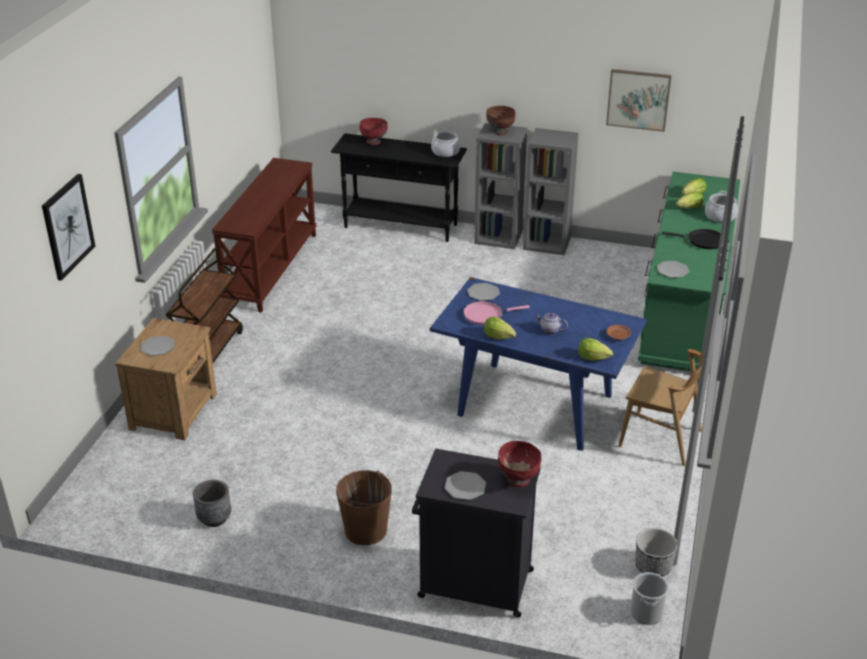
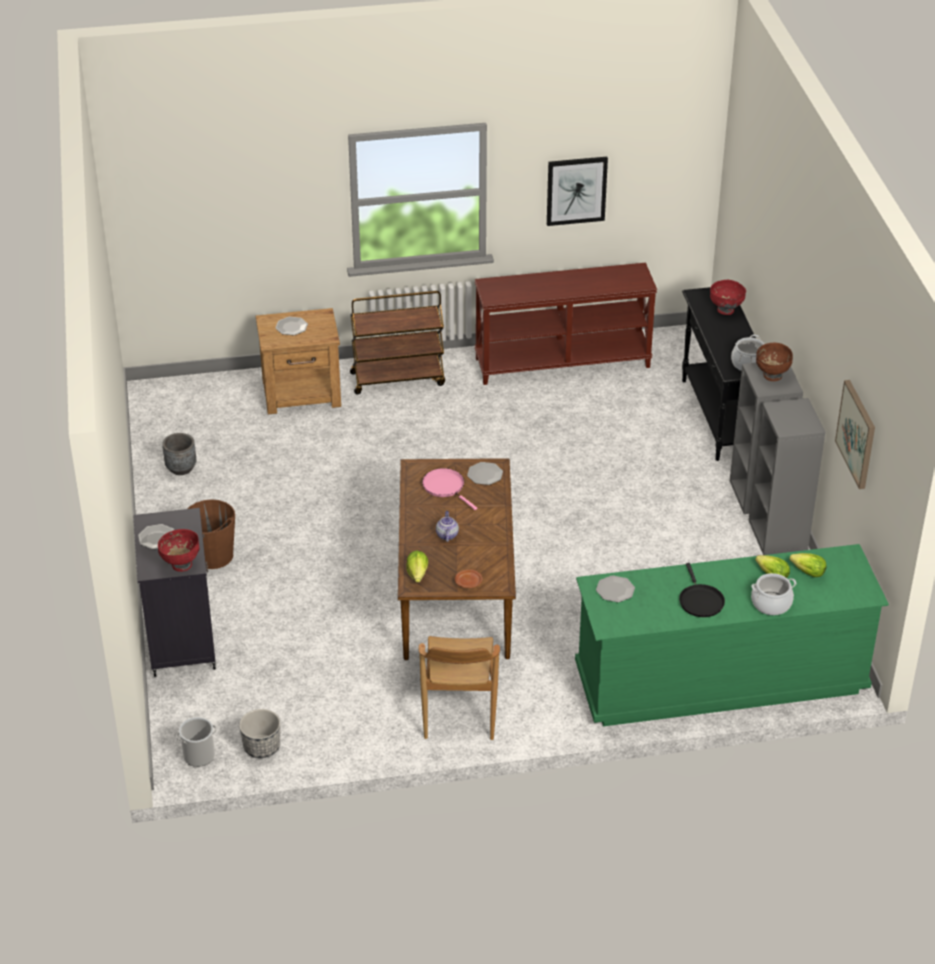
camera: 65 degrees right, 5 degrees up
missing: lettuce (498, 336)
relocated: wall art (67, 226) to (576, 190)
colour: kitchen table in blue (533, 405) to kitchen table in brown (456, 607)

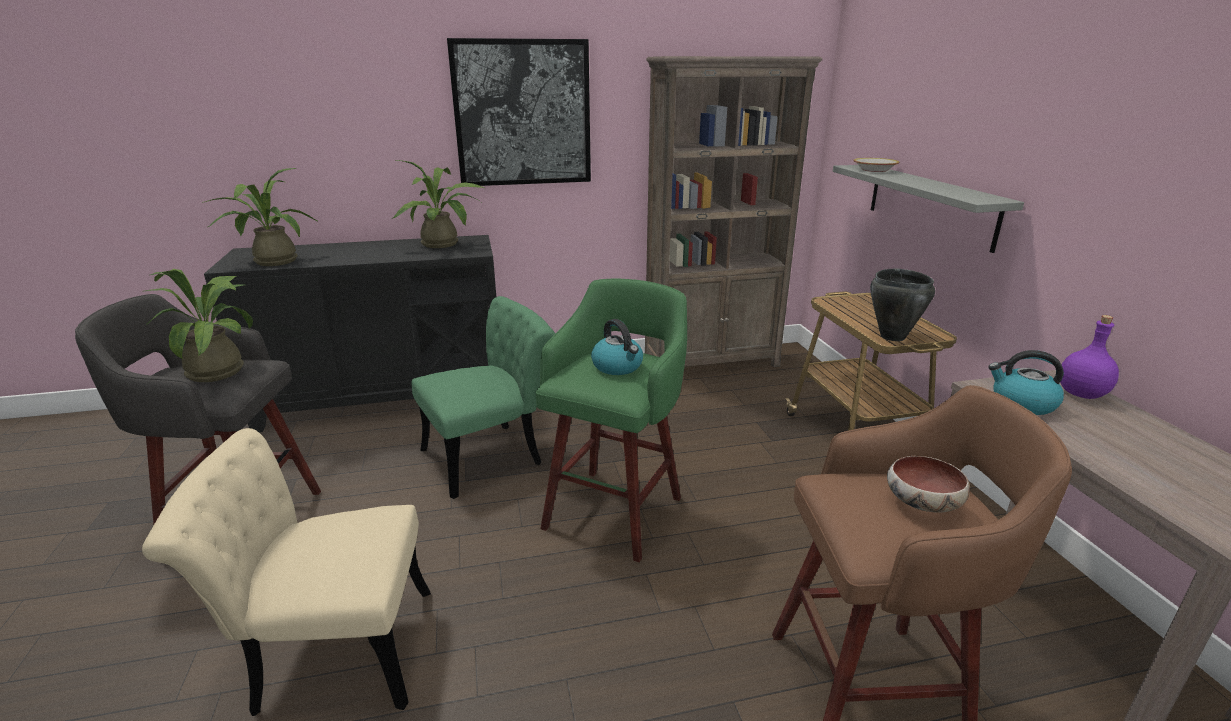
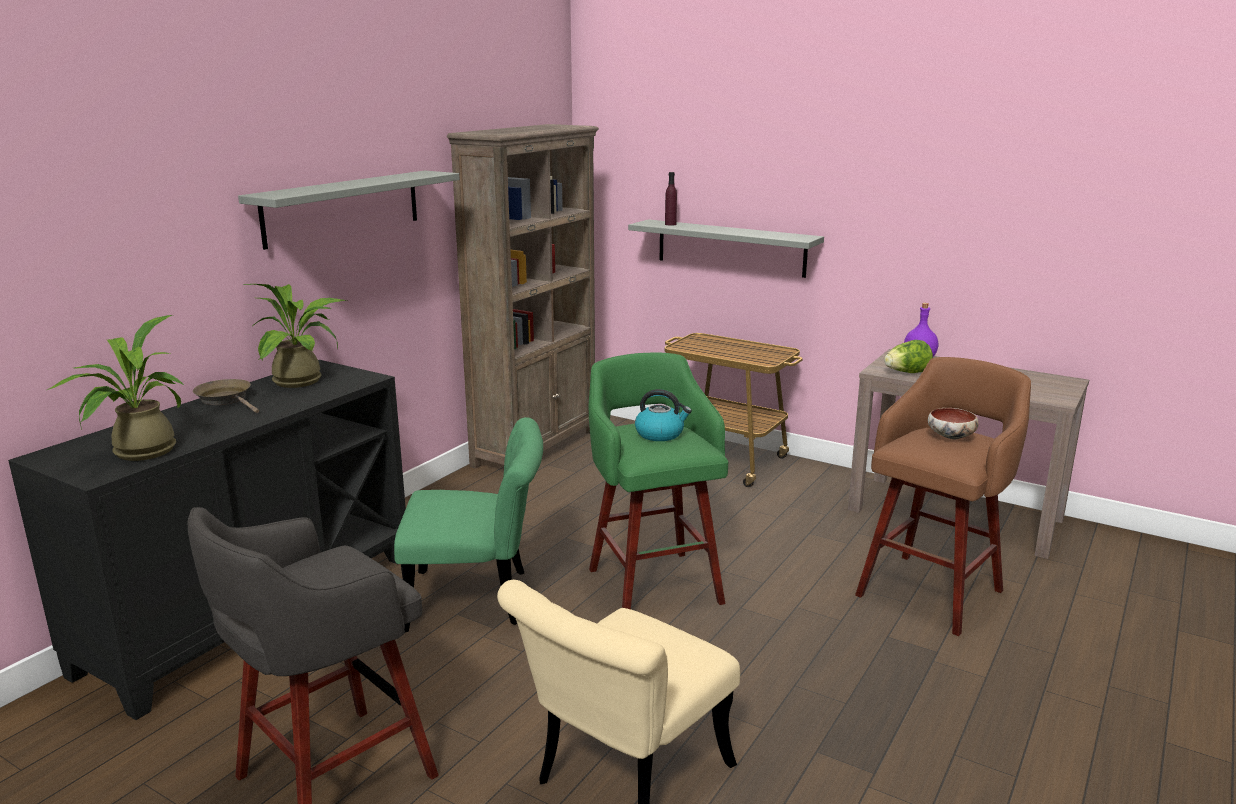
camera: 45 degrees left, 5 degrees down
missing: houseplant (221, 369); saucepot in black (892, 337)
appeared: frying pan in brown (226, 399)
exchanged: wall art (522, 114) to wall shelf in gray (343, 207); serving bowl (874, 170) to drink bottle in purplish (670, 224); water kettle (1022, 403) to lettuce (907, 373)
spun: plain chair in greenish (492, 455) = (479, 599) 75 degrees clockwise

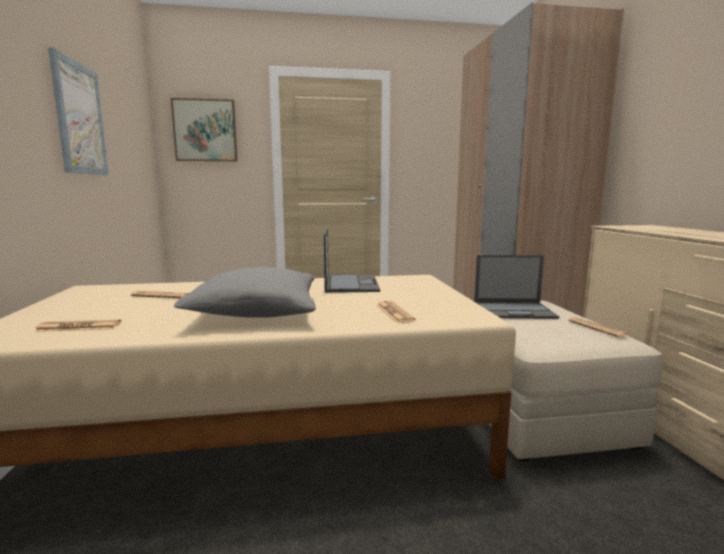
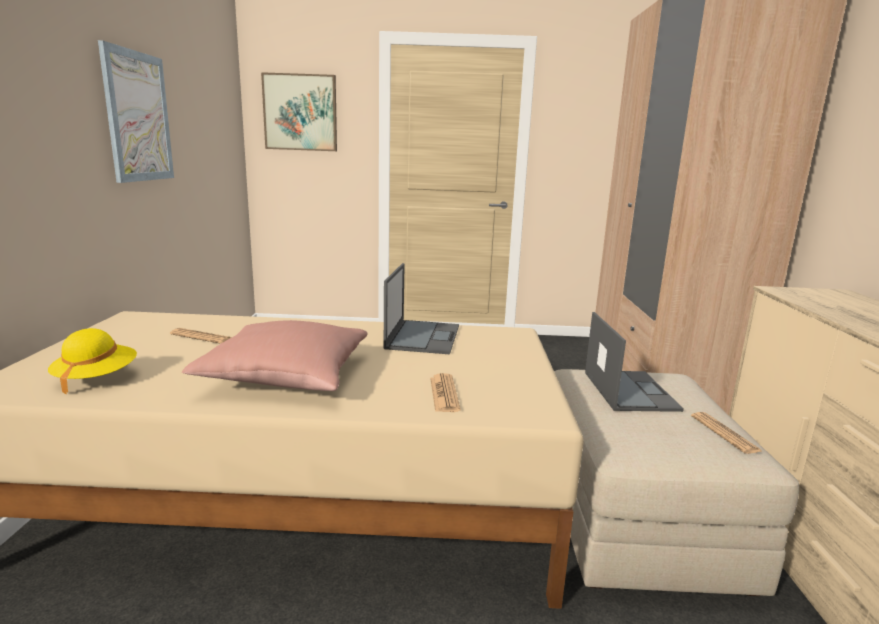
camera: 10 degrees right, 5 degrees up
exchanged: daily paper (79, 327) to wearable hat in yellowish (96, 378)
colour: pillow in gray (255, 313) to pillow in pinkish (286, 376)
spun: portable computer (514, 311) = (629, 390) 105 degrees counterclockwise

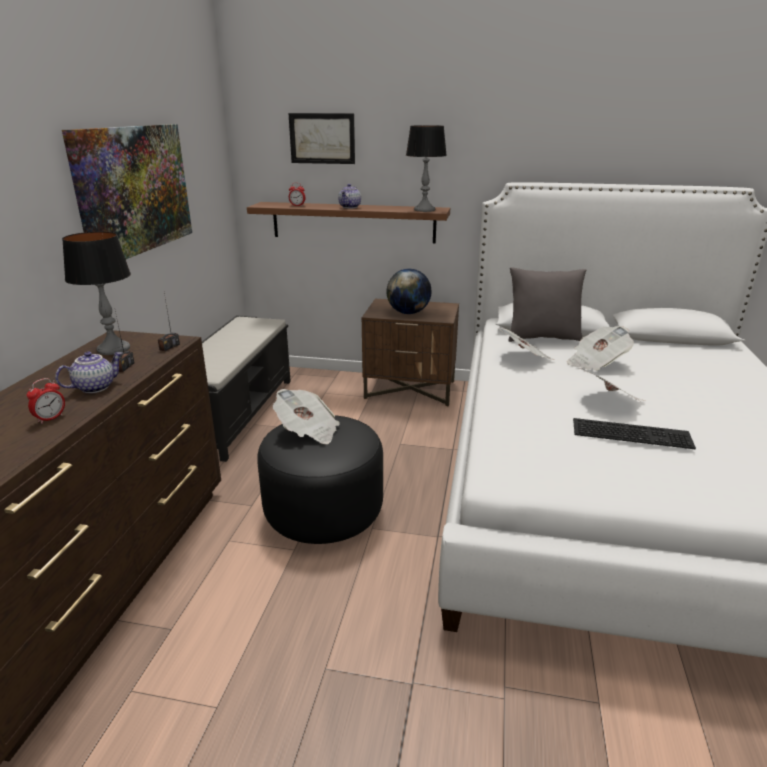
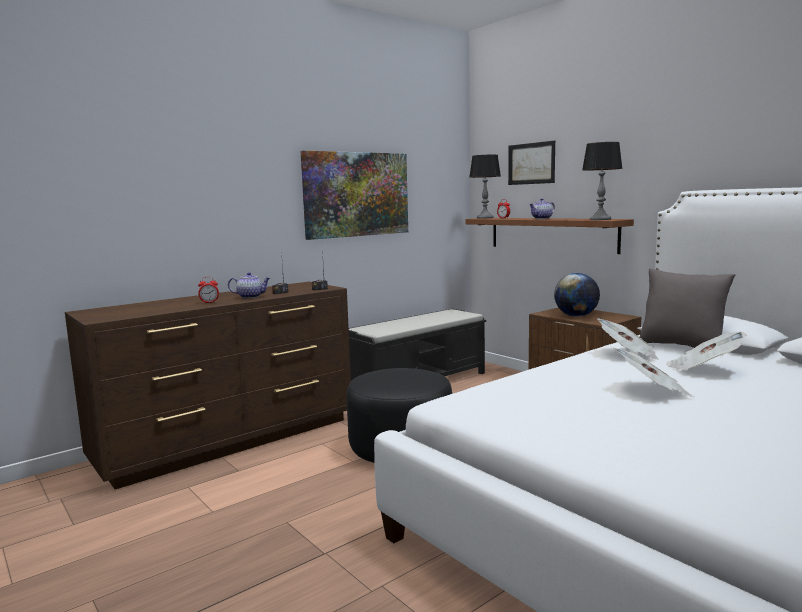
camera: 40 degrees right, 15 degrees down
missing: daily paper (308, 431); computer keyboard (632, 432)
relocated: tabletop lamp (113, 349) to (485, 218)

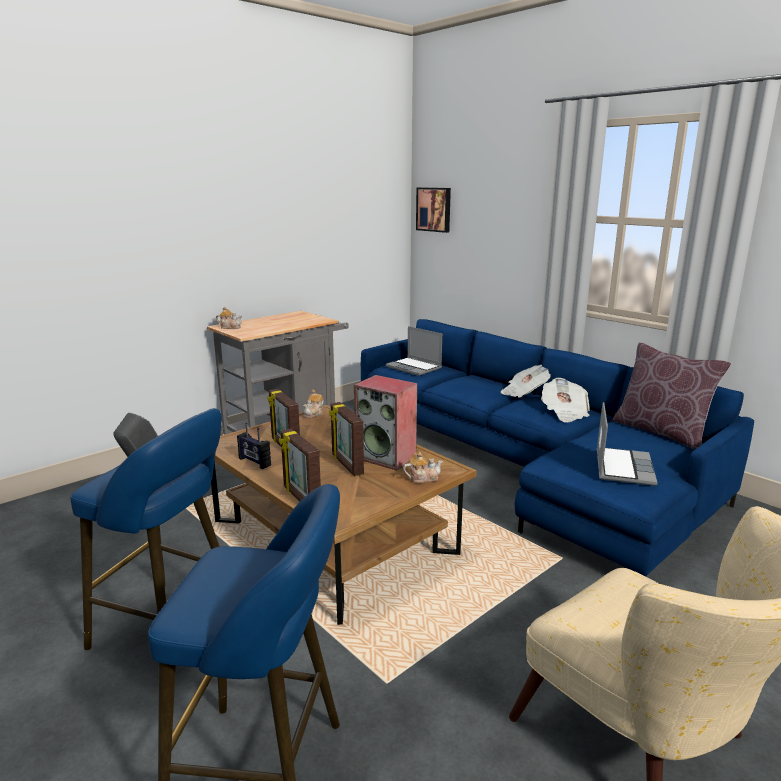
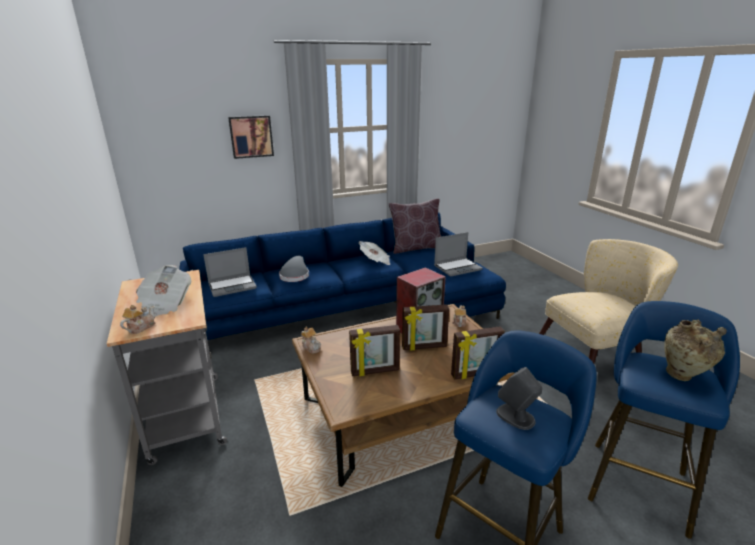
camera: 70 degrees left, 5 degrees up
missing: radio receiver (254, 462)
appeared: wearable hat in gray (295, 275); flower vase in sand-coloured (682, 376)
relocated: daily paper (524, 393) to (164, 305); wall art (434, 209) to (251, 136)
spun: portable computer (622, 467) = (457, 267) 120 degrees clockwise

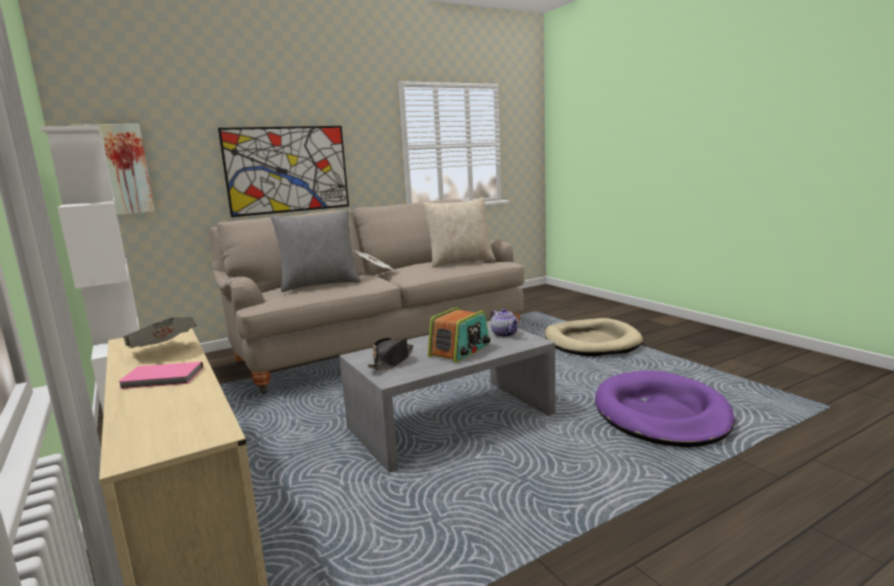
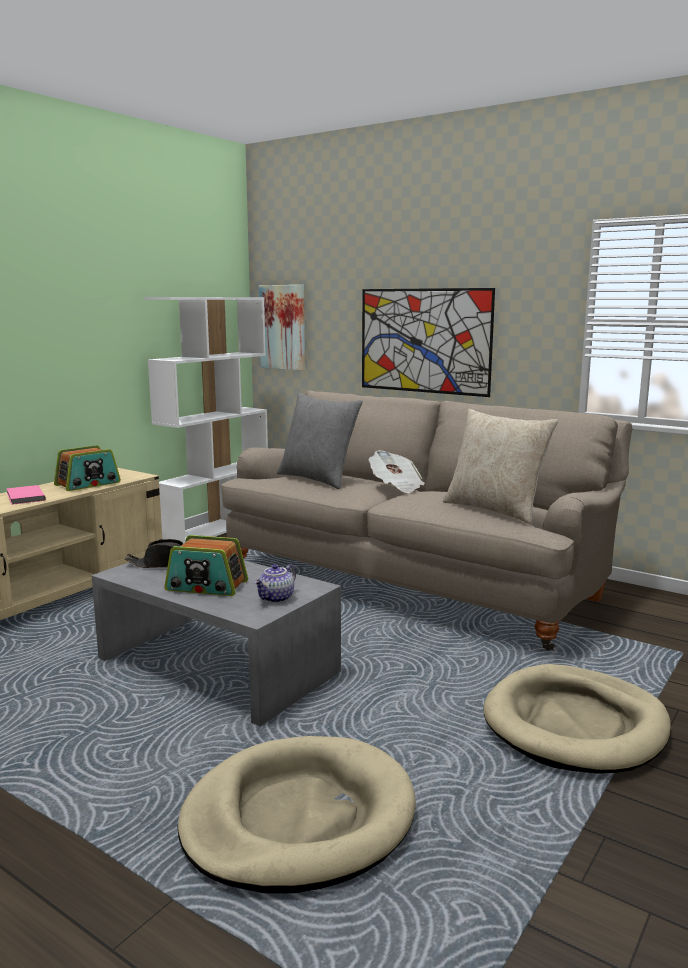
camera: 65 degrees right, 0 degrees up
exchanged: daily paper (164, 351) to radio receiver (88, 484)
colour: pet bed in purplish (661, 414) to pet bed in sand-coloured (298, 819)

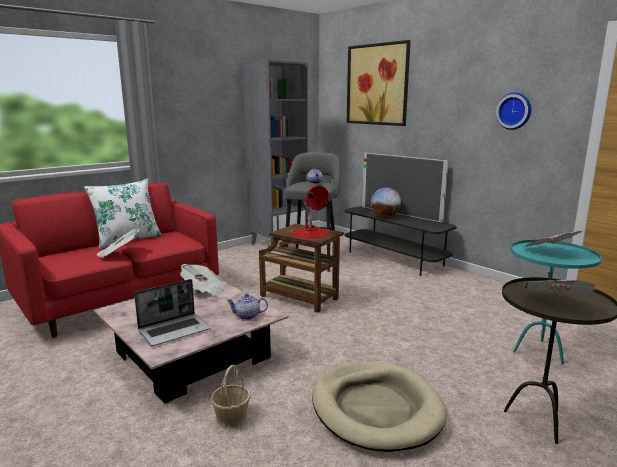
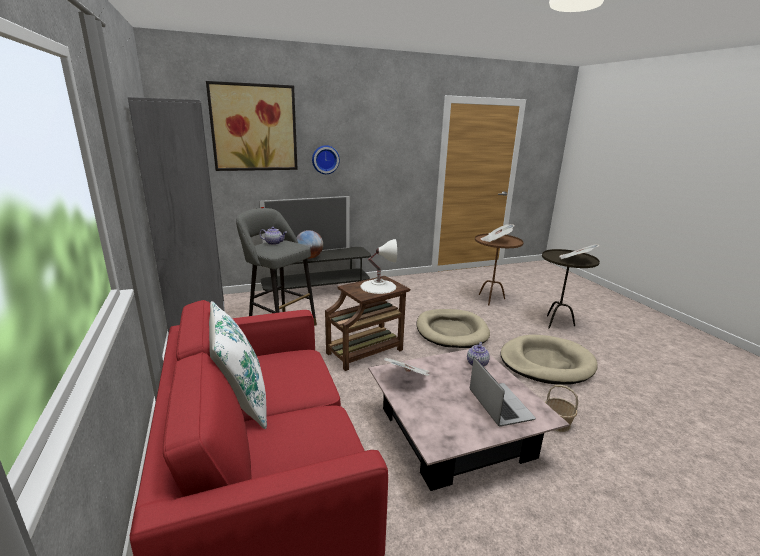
camera: 70 degrees left, 5 degrees up
missing: daily paper (118, 254)
appeared: pet bed in sand-coloured (451, 331)
relocated: hanging clock (514, 111) to (325, 159)
colour: tabletop lamp in red (310, 233) to tabletop lamp in white-coloured (378, 286); side table in turquoise (539, 352) to side table in brown (490, 299)

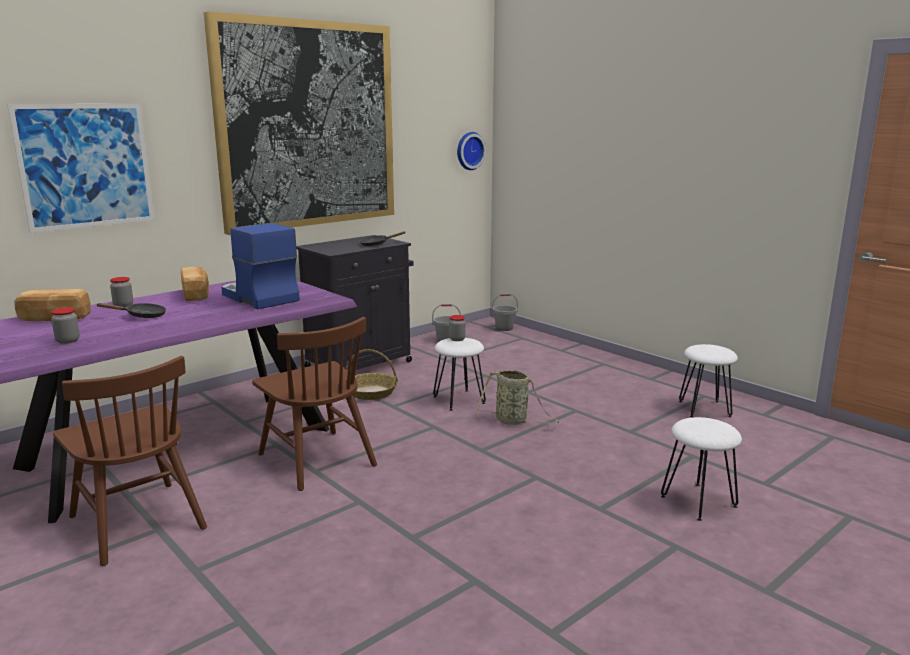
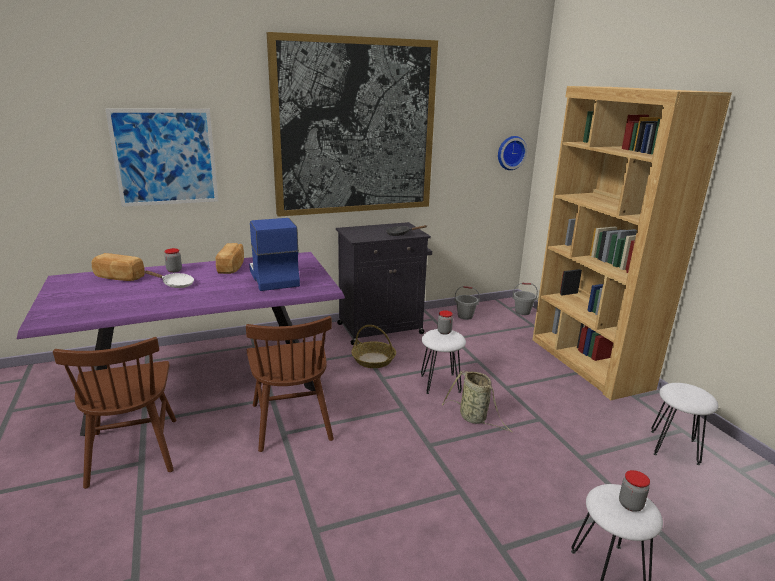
camera: 20 degrees right, 5 degrees up
appeared: shelving unit in brown (588, 363)
relocated: jar (68, 341) to (630, 505)
colour: frying pan in black (142, 316) to frying pan in white-coloured (175, 284)

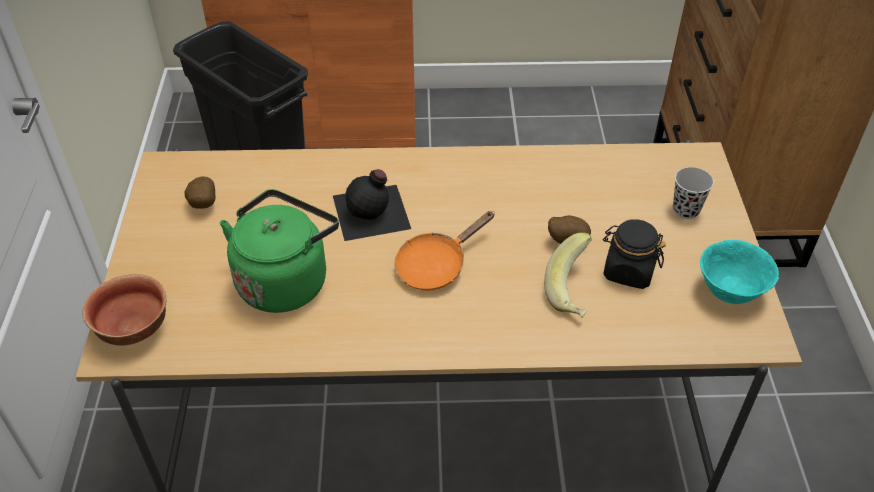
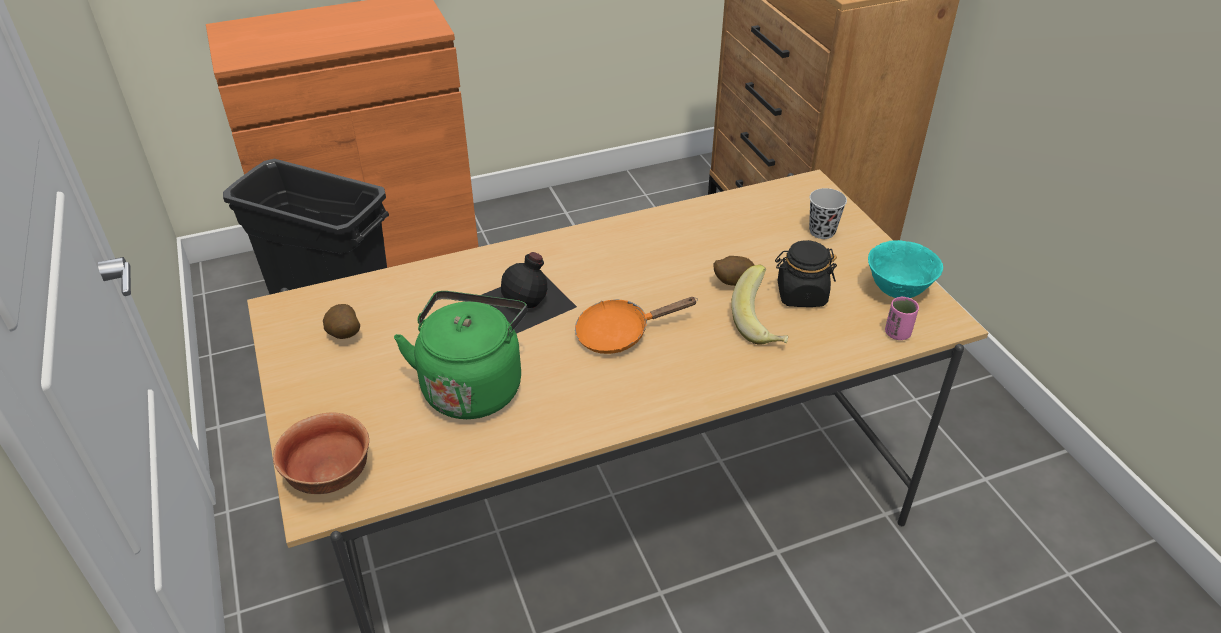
camera: 20 degrees left, 5 degrees down
appeared: small cup in pinkish (897, 333)
spun: frying pan in orange (436, 265) = (620, 333) 45 degrees clockwise

